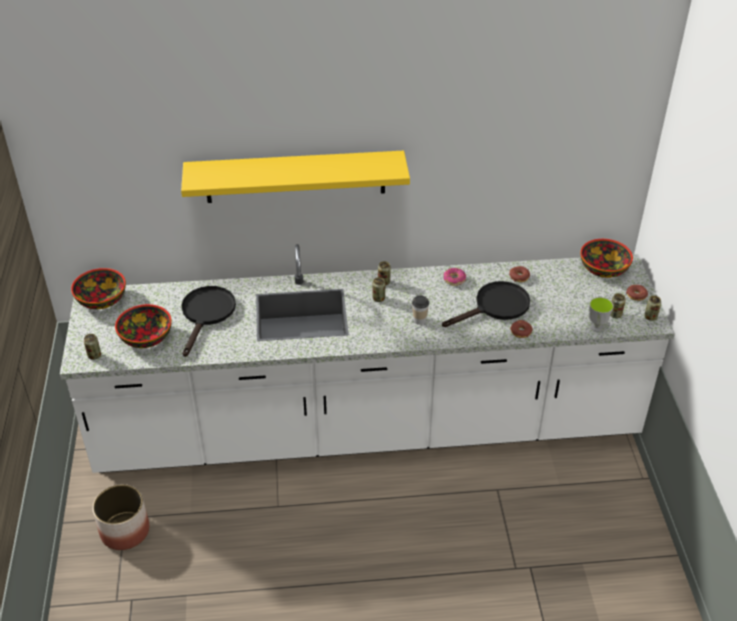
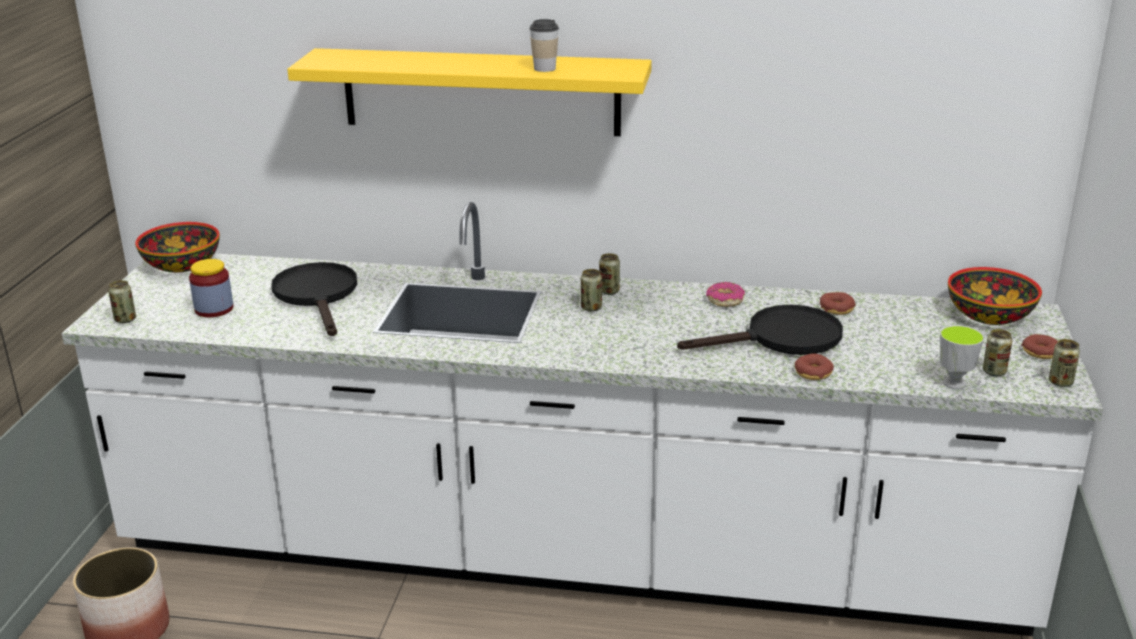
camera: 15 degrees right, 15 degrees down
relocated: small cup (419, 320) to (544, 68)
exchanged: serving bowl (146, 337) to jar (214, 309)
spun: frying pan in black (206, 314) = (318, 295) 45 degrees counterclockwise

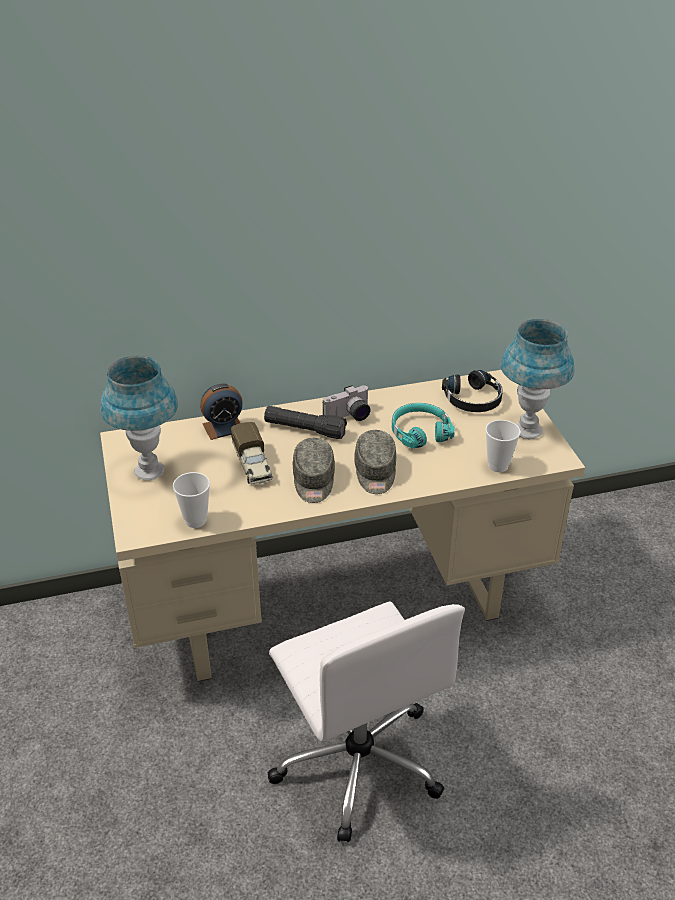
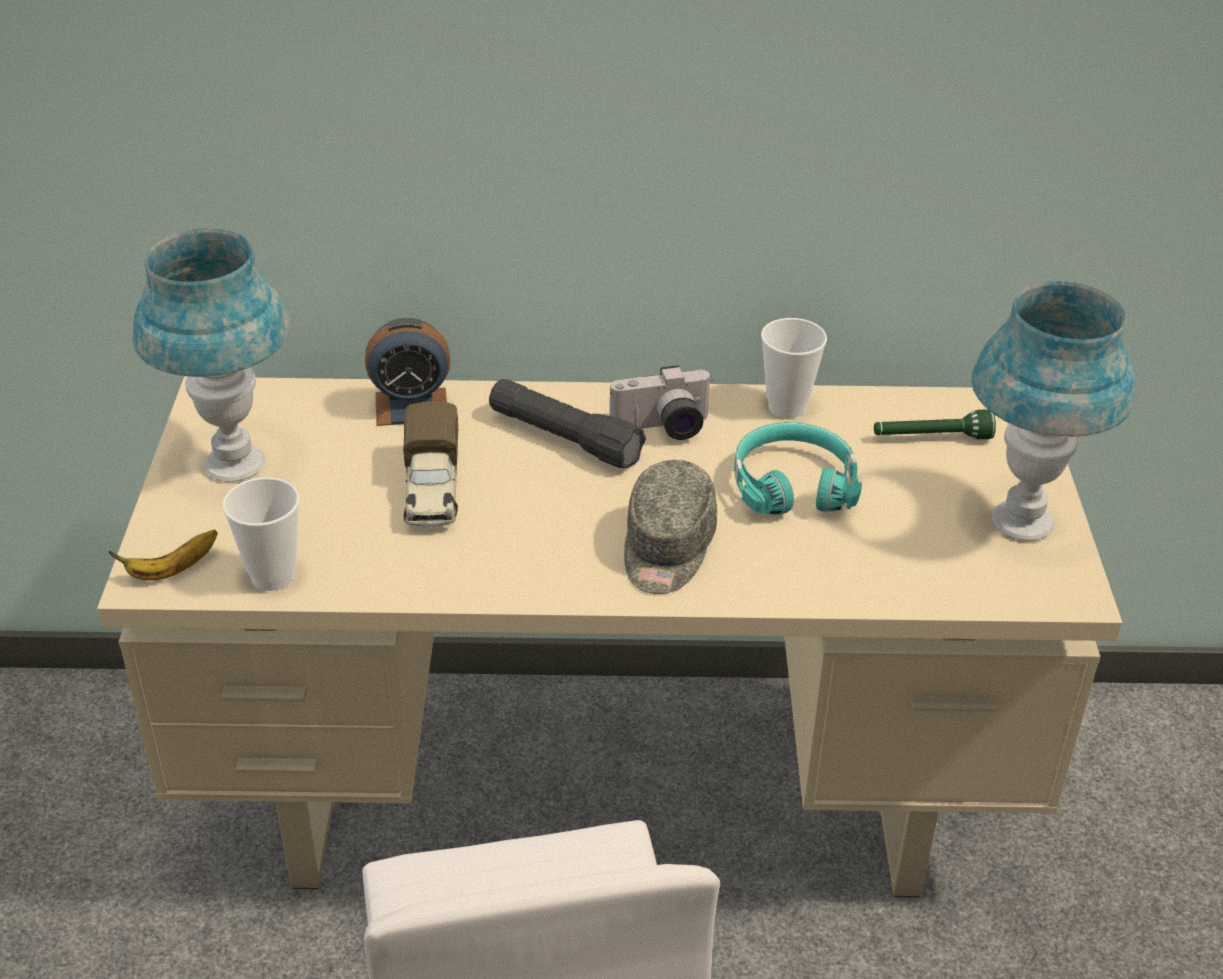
camera: 15 degrees right, 0 degrees up
missing: peaked cap in gray (313, 480)
appeared: banana fruit (172, 570)
relocated: small cup (498, 466) to (787, 407)
exchanged: pair of headphones in black (473, 399) to flashlight in greenish (931, 438)

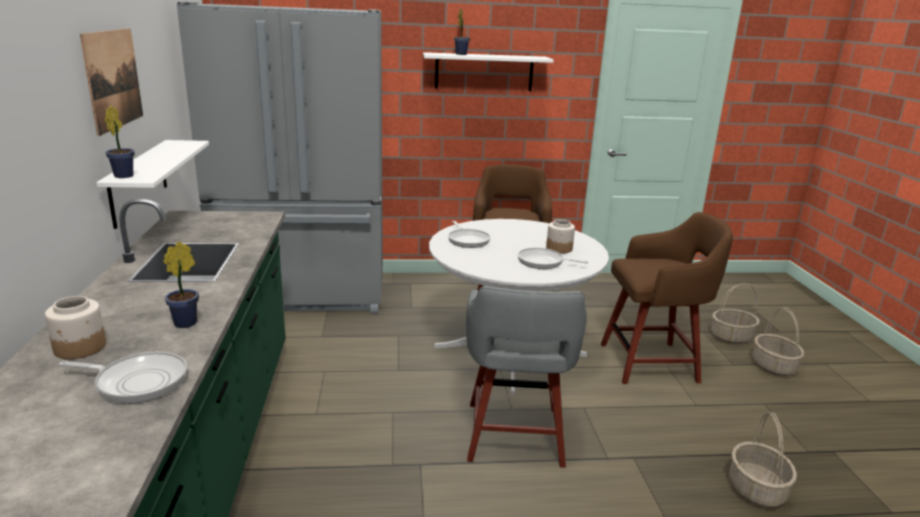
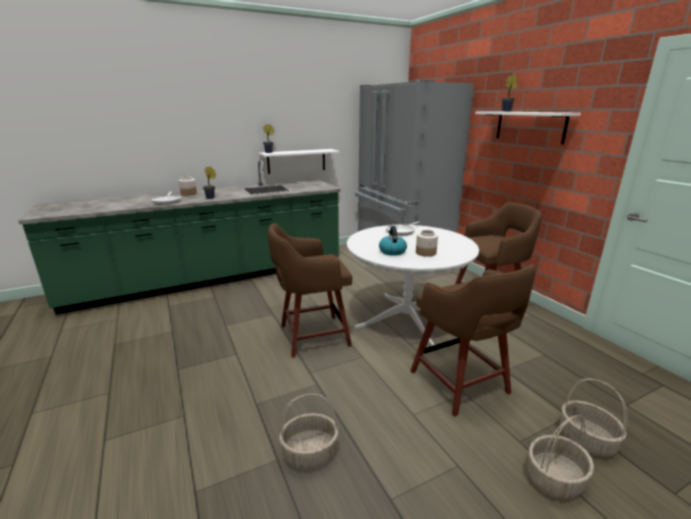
camera: 70 degrees right, 0 degrees up
missing: wall art (113, 79)
exchanged: frying pan (543, 262) to water kettle (392, 251)
colour: stool in gray (513, 436) to stool in brown (312, 335)

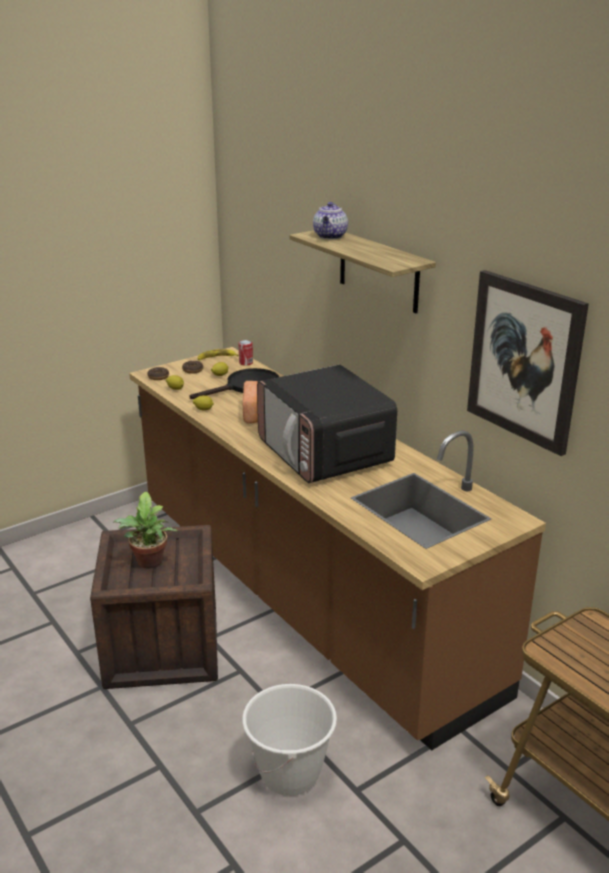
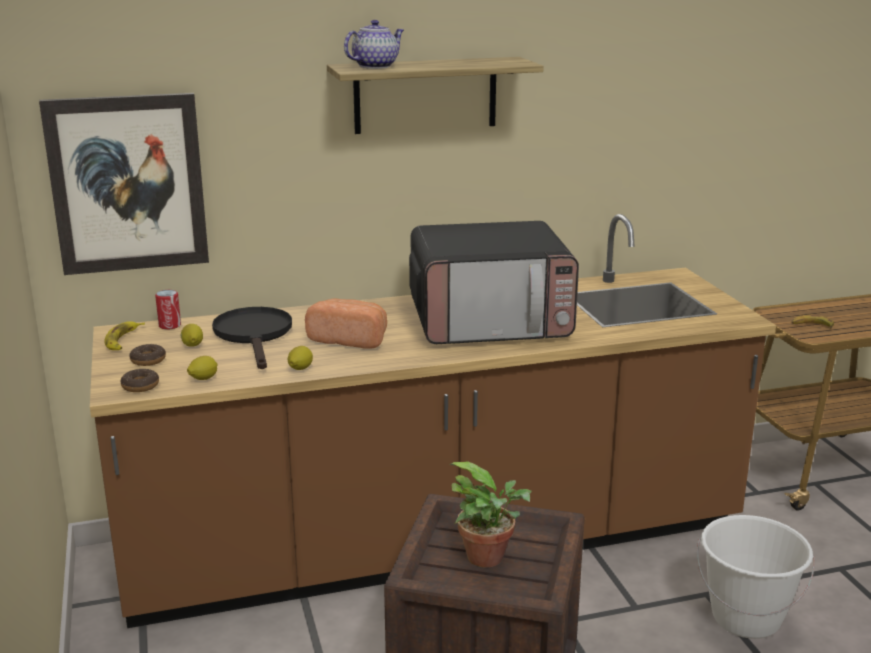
camera: 70 degrees left, 5 degrees down
appeared: banana fruit (811, 326)
relocated: wall art (524, 361) to (128, 183)
spun: tea pot (330, 236) = (375, 66) 75 degrees counterclockwise

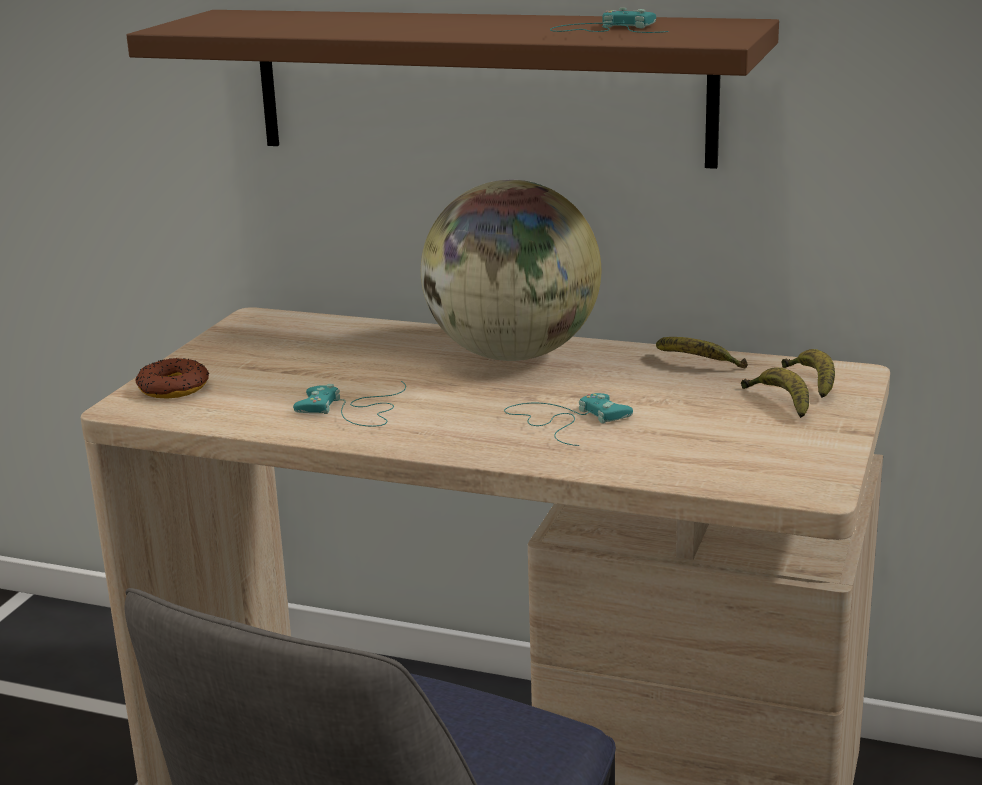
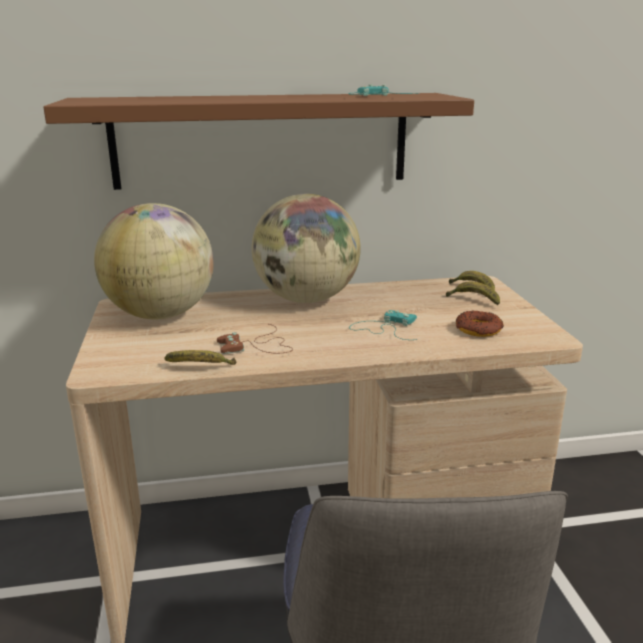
camera: 30 degrees left, 0 degrees up
appeared: desk globe (161, 315)
relocated: banana fruit (697, 364) to (200, 367); ring doughnut (173, 388) to (478, 329)
colour: joypad in turquoise (354, 411) to joypad in brown (258, 346)

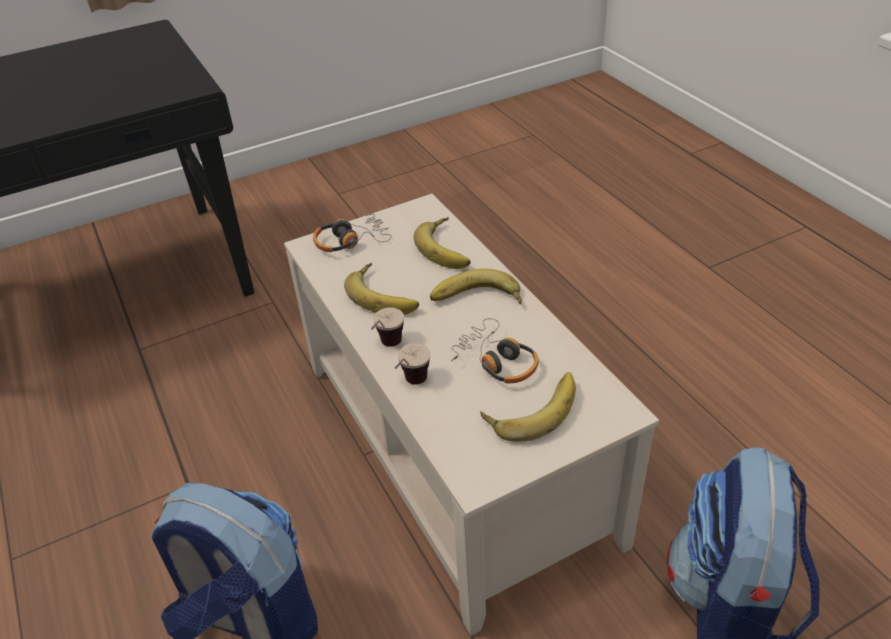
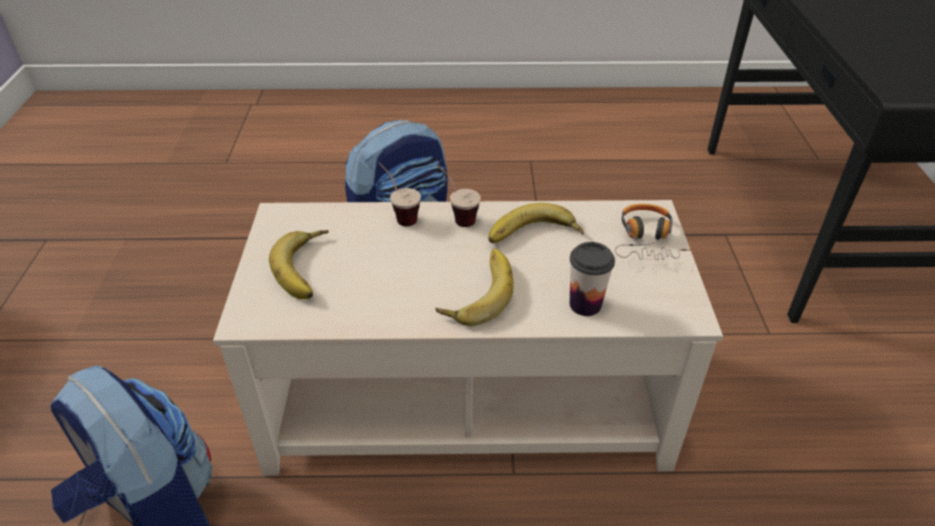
camera: 115 degrees right, 0 degrees up
missing: pair of headphones (496, 361)
exchanged: banana fruit (448, 248) to small cup (585, 304)

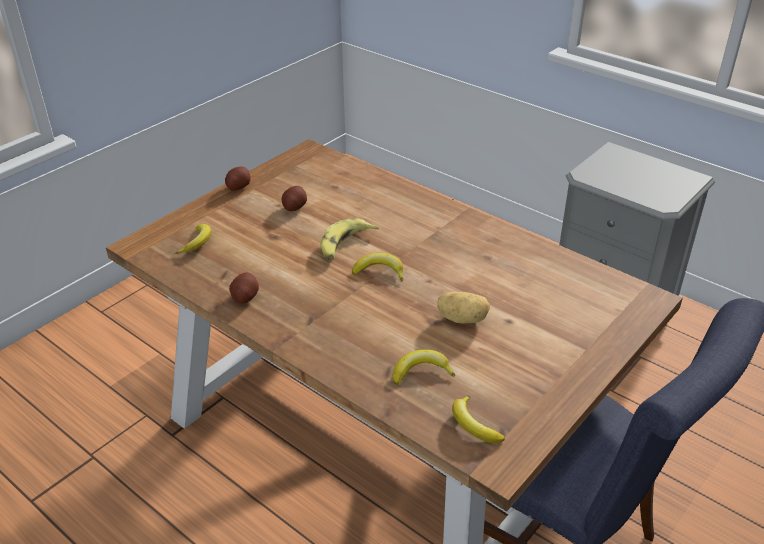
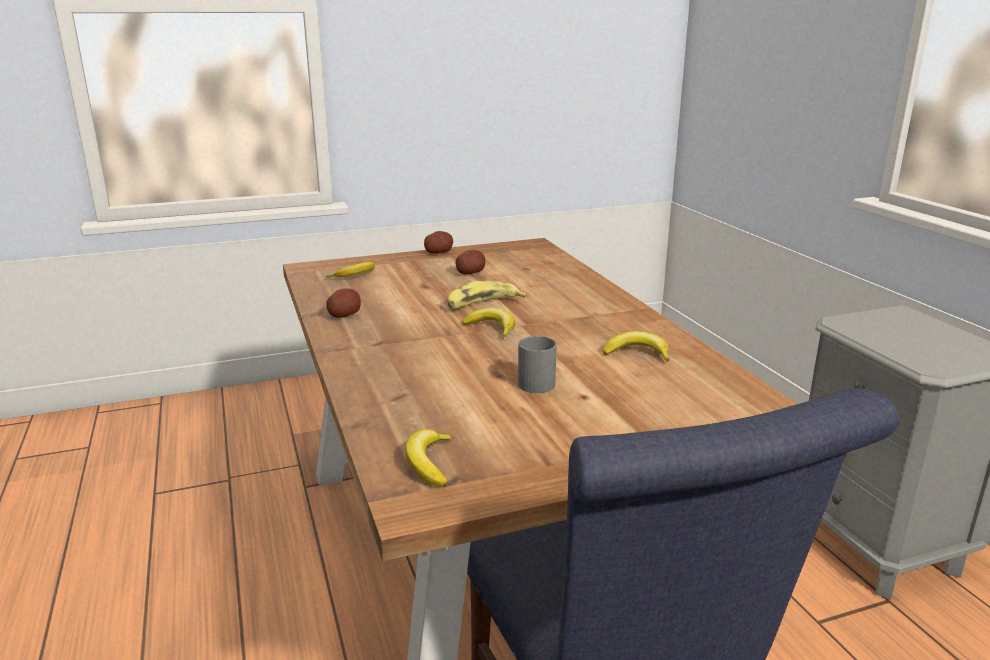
camera: 30 degrees right, 15 degrees down
relocated: banana fruit (421, 372) to (637, 353)
exchanged: potato (463, 319) to mug in gray (532, 381)

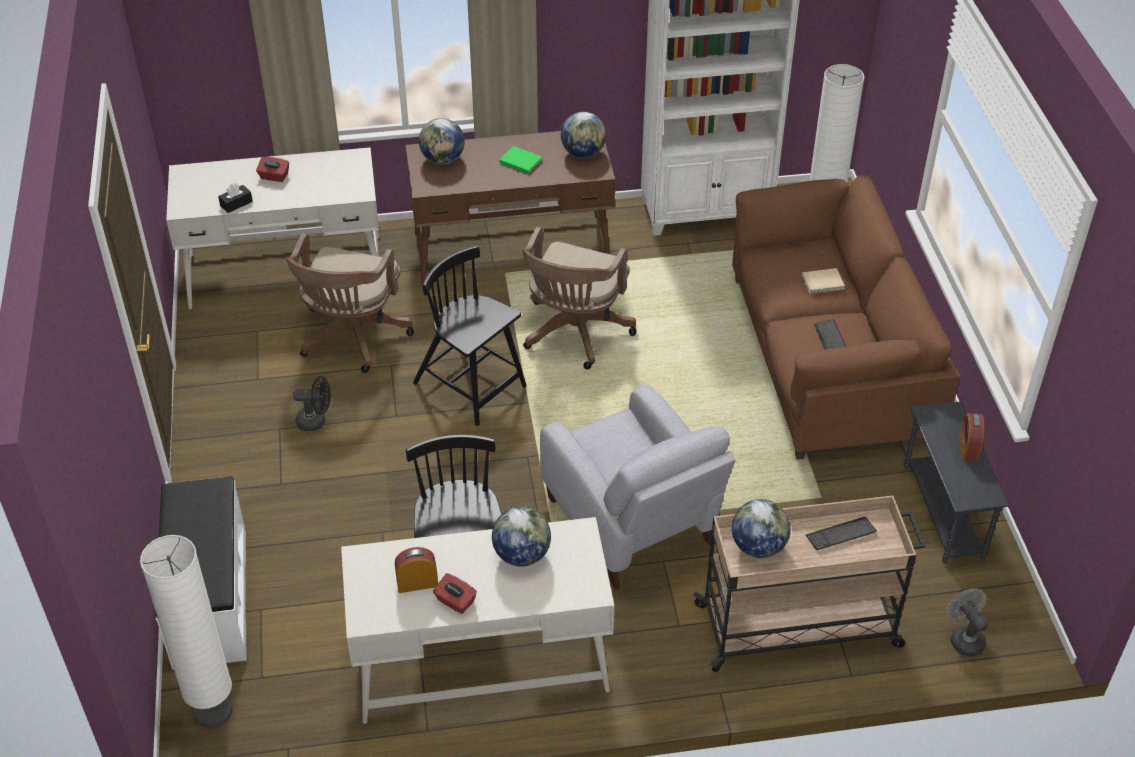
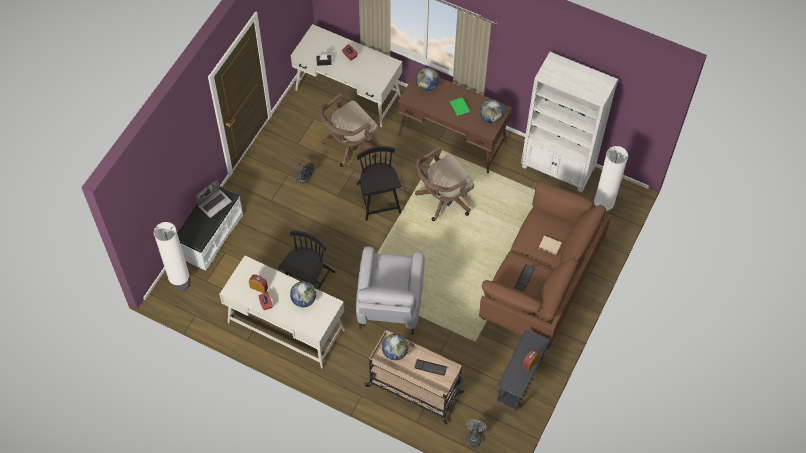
camera: 35 degrees right, 15 degrees up
appeared: portable computer (214, 203)

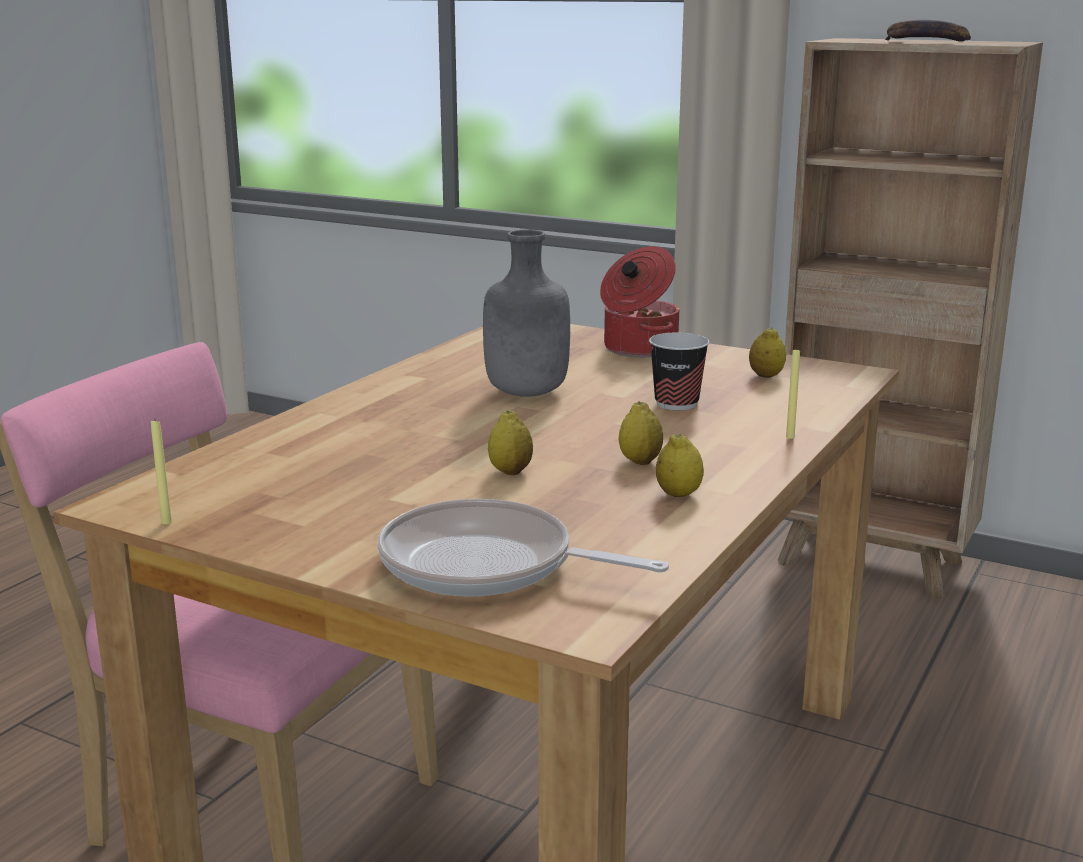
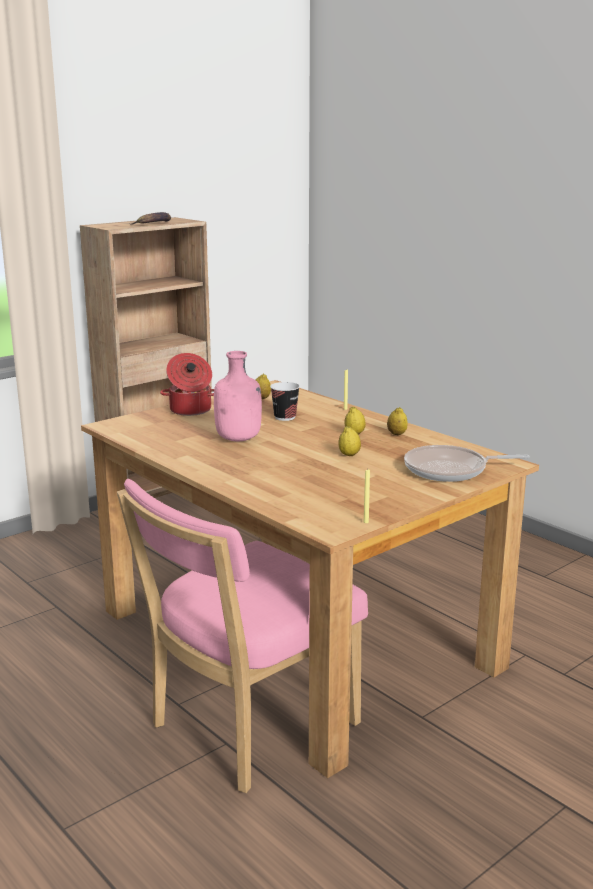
camera: 70 degrees left, 0 degrees up
colour: drink bottle in gray (526, 393) to drink bottle in pinkish (239, 439)
spun: frying pan (487, 566) = (450, 470) 45 degrees clockwise

